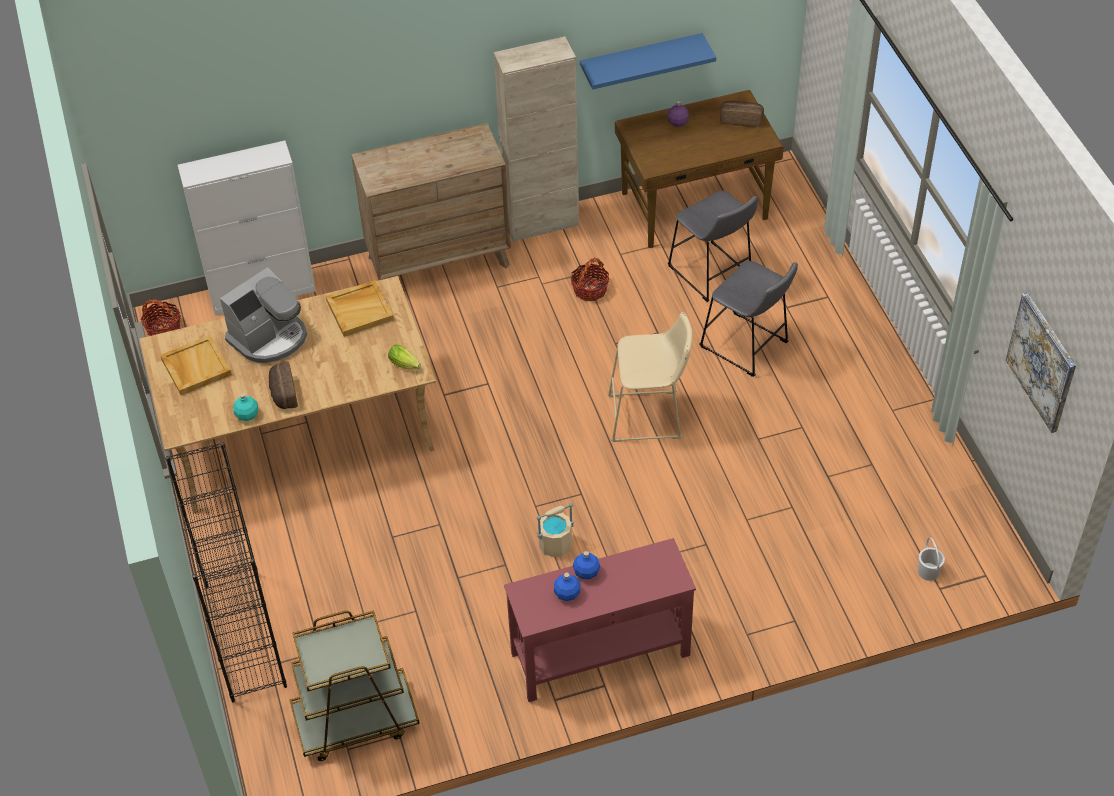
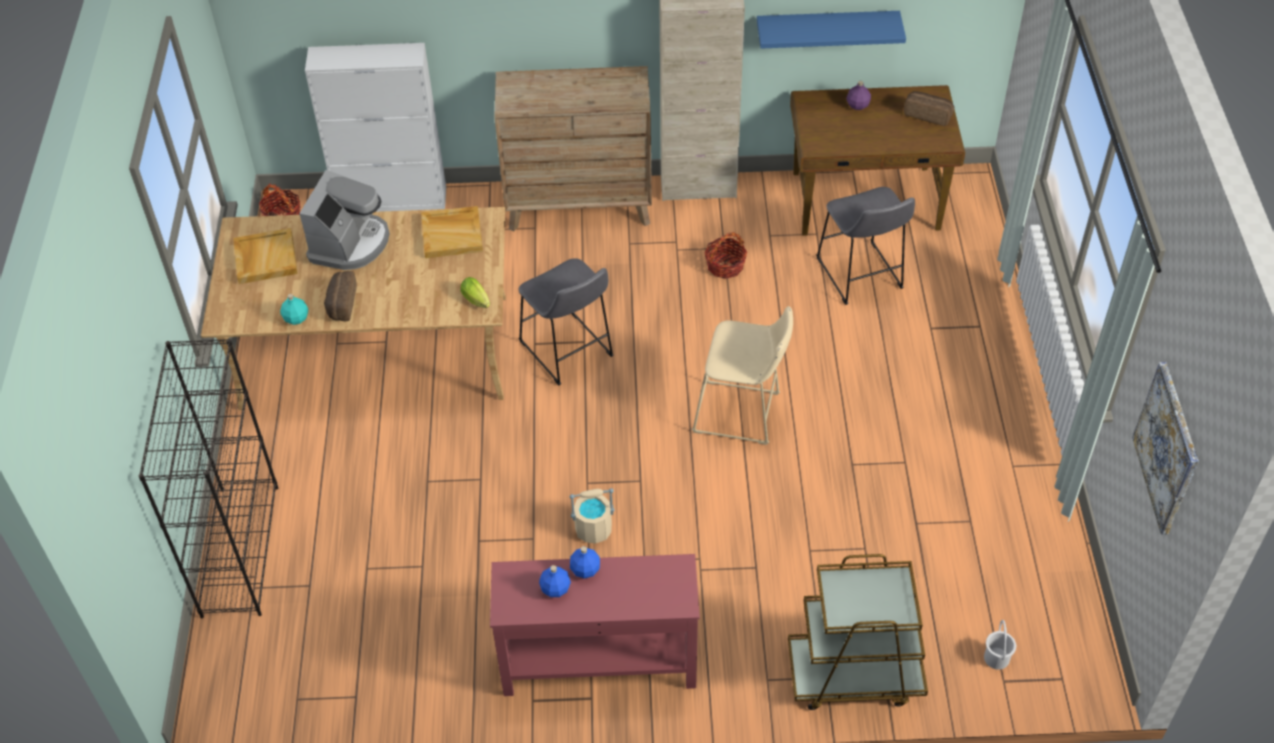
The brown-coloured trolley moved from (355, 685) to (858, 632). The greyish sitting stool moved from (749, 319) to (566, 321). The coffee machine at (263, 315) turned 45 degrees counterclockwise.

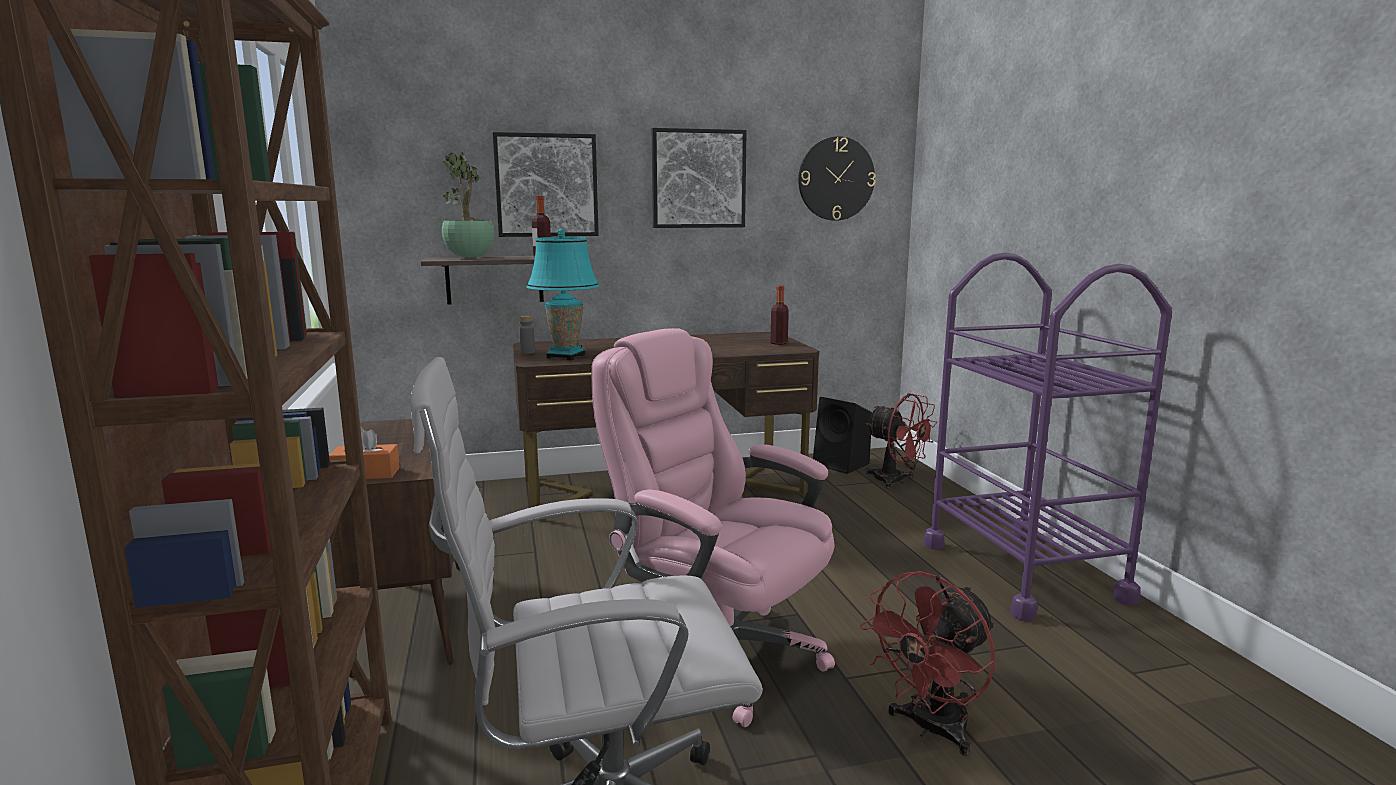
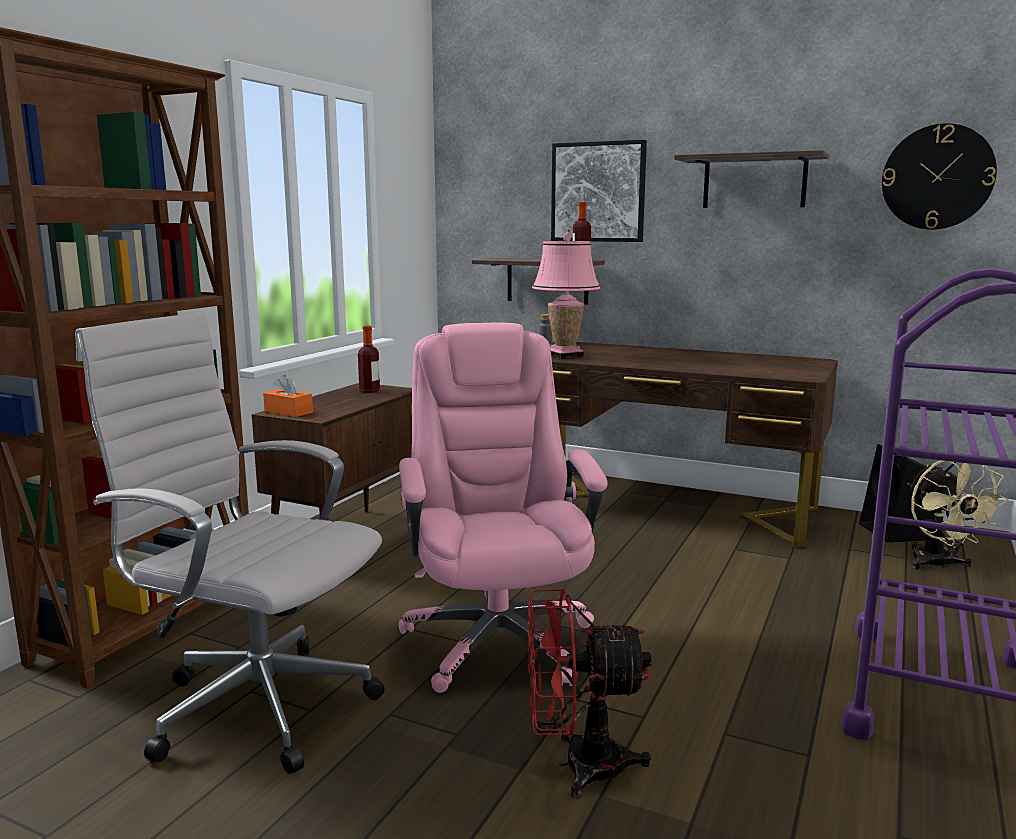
The houseplant at (468, 205) disappeared. The bottle moved from (779, 315) to (369, 359). The wall picture at (699, 178) was replaced by the wall shelf at (751, 179). The blue-green lamp for a table at (563, 294) became the pinkish lamp for a table at (566, 296). The red-coloured fan at (901, 441) became the sand-coloured fan at (958, 515).

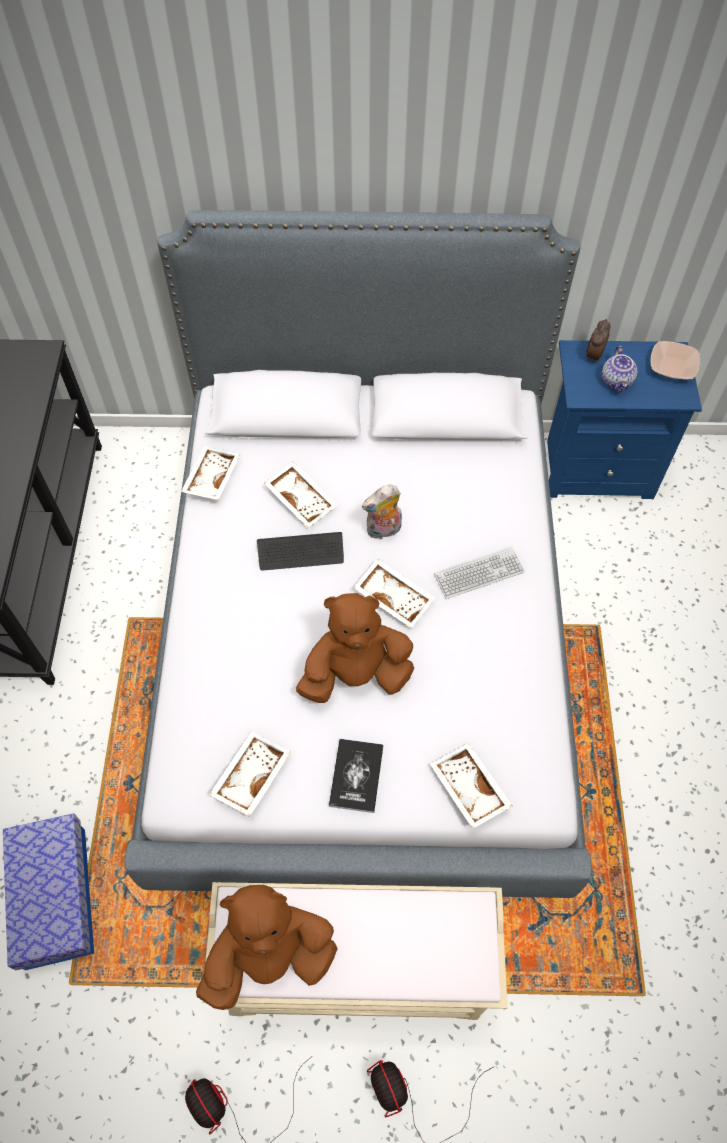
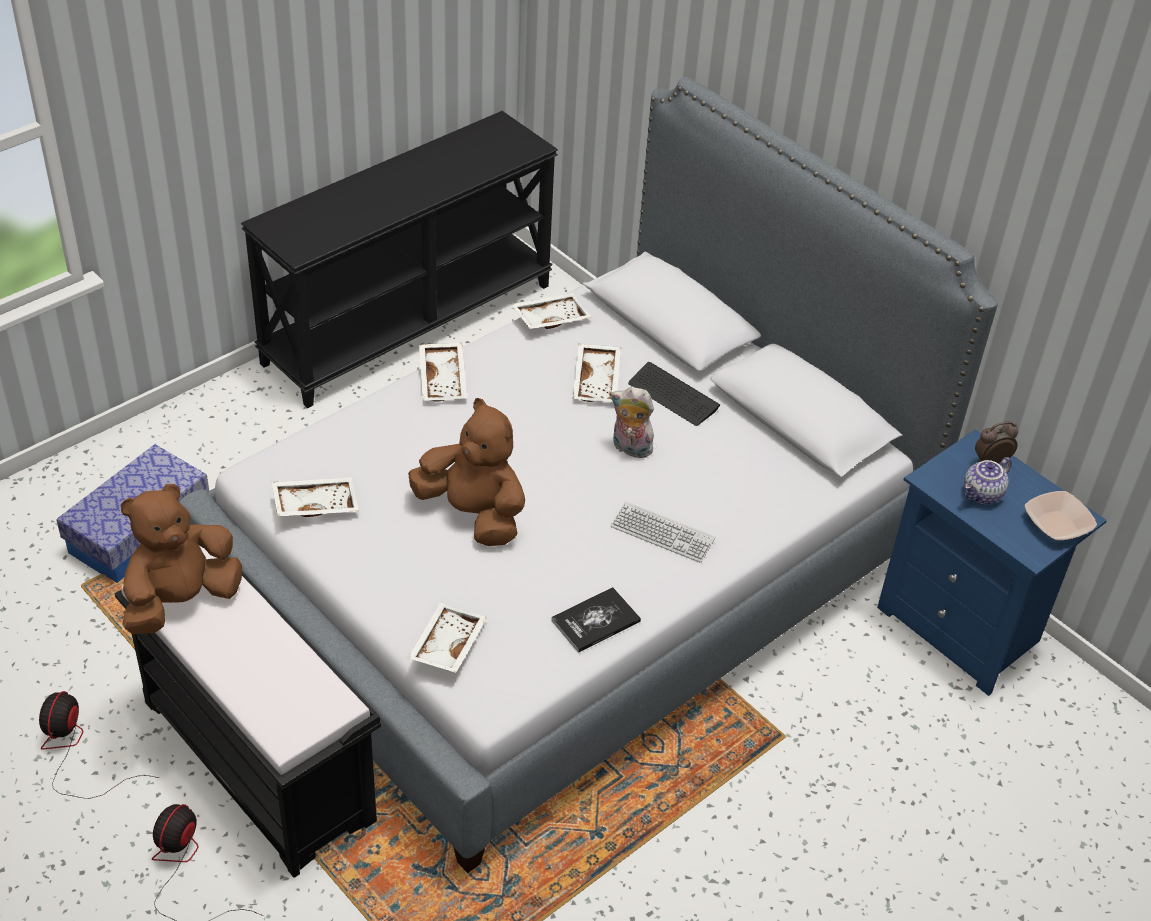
The computer keyboard moved from (300, 551) to (674, 394). The bound book moved from (356, 776) to (596, 620). The white-coloured tray moved from (393, 593) to (443, 372). The sand-coloured bench at (355, 951) became the black-coloured bench at (247, 712). The brown-coloured cuddly toy at (267, 947) turned 75 degrees counterclockwise.

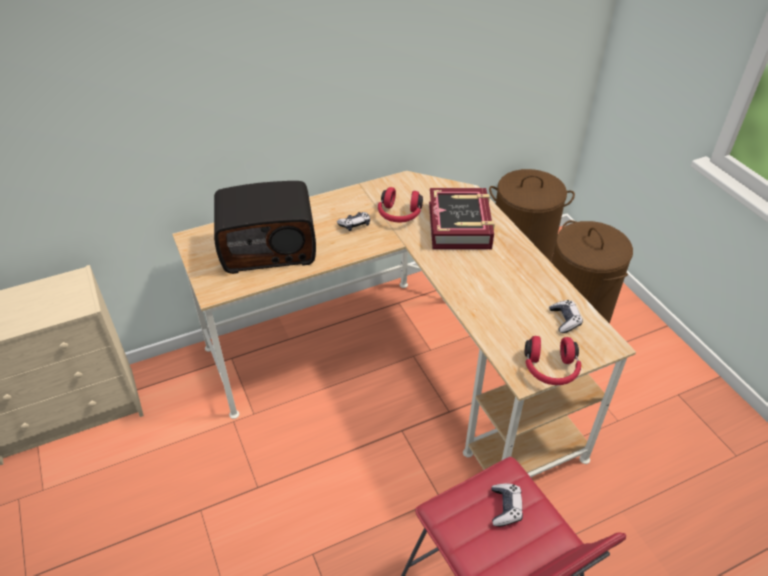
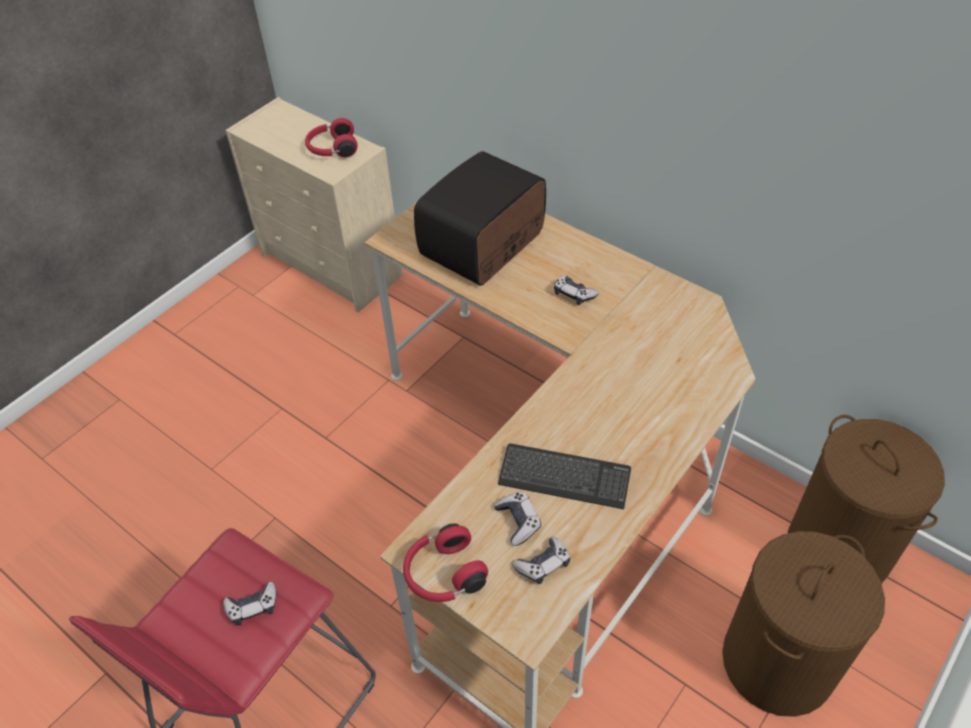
The bound book at (462, 218) disappeared. The joypad at (517, 519) appeared. The computer keyboard at (564, 476) appeared. The red-coloured headset moved from (400, 205) to (331, 137). The radio receiver at (265, 227) turned 75 degrees clockwise.

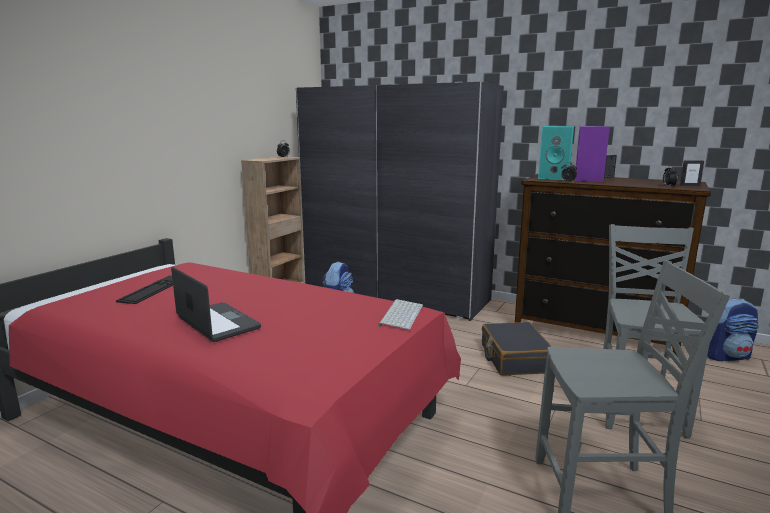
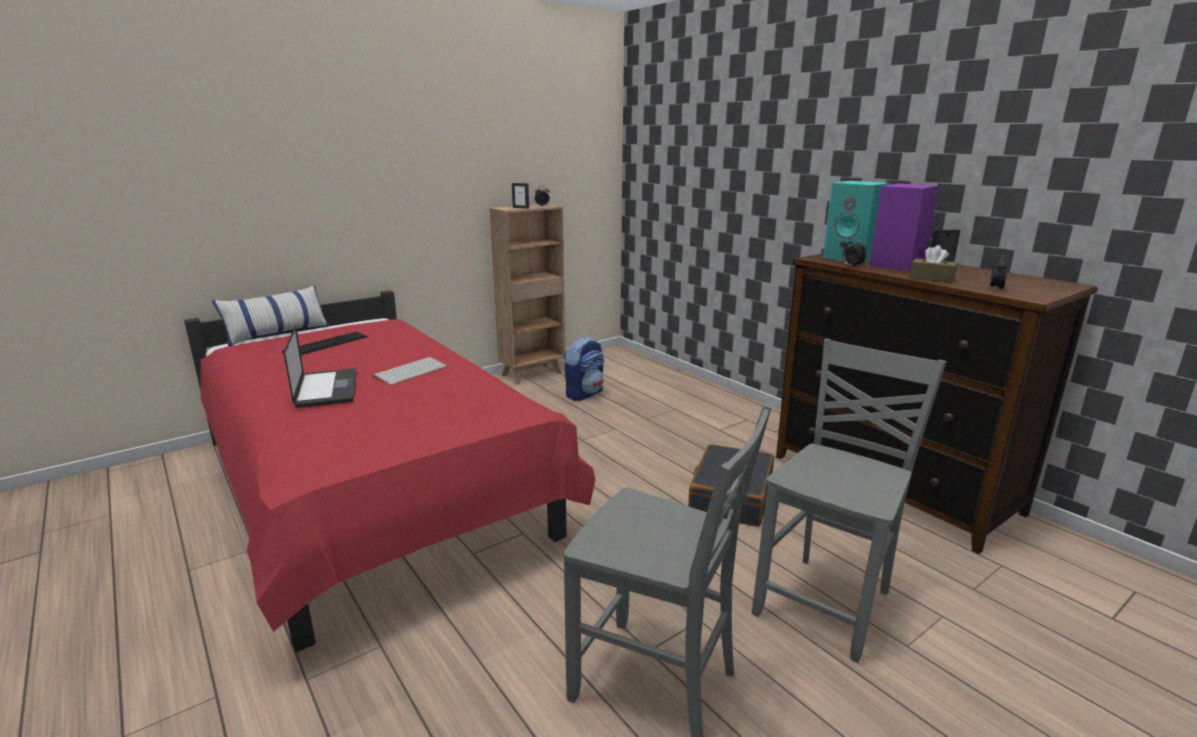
The greyish armoire at (400, 201) disappeared. The rucksack at (733, 329) disappeared. The throw pillow at (271, 315) appeared. The brown-coloured tissue box at (933, 264) appeared. The computer keyboard moved from (400, 314) to (409, 371). The standing frame moved from (692, 173) to (520, 196).

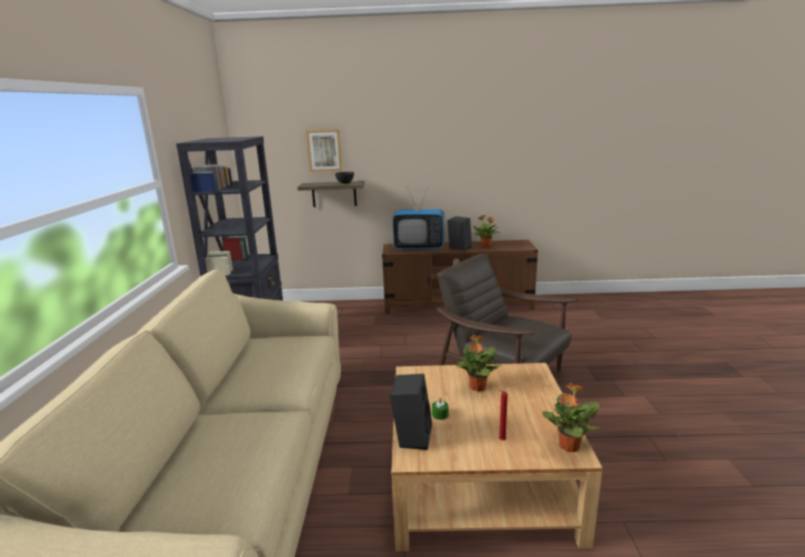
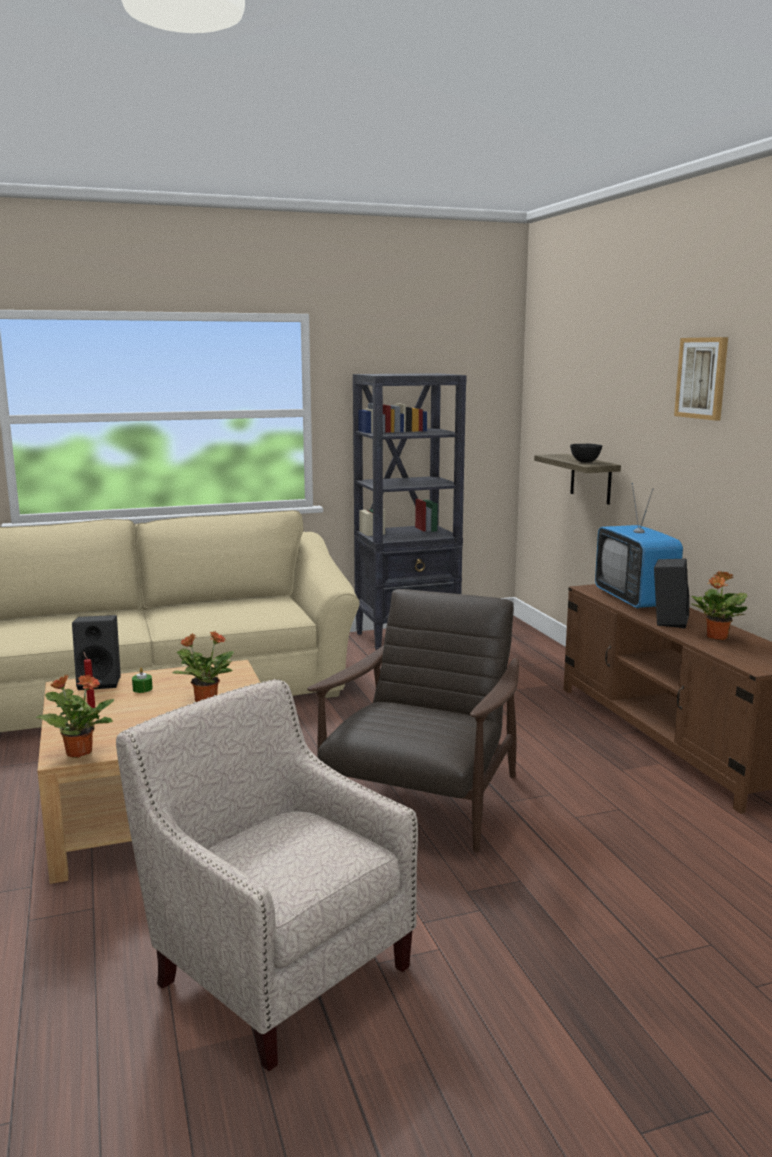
The sand-coloured armchair at (267, 875) appeared. The wall picture moved from (324, 151) to (701, 379).

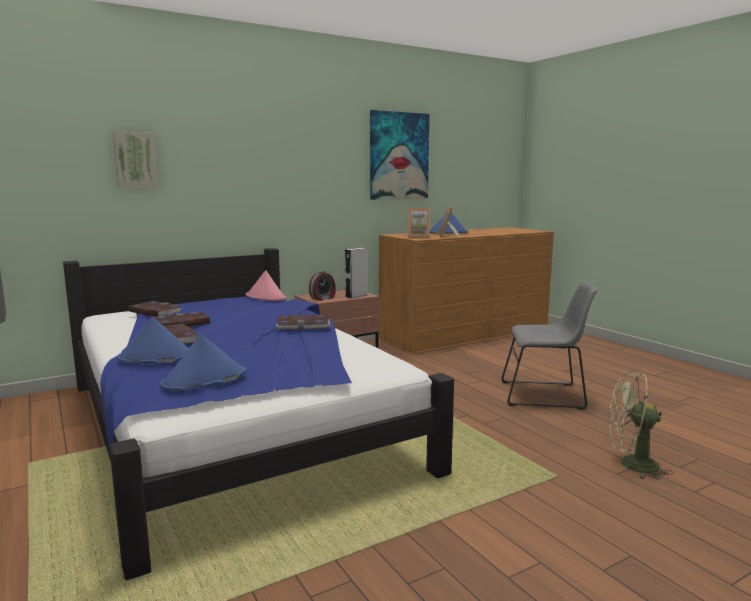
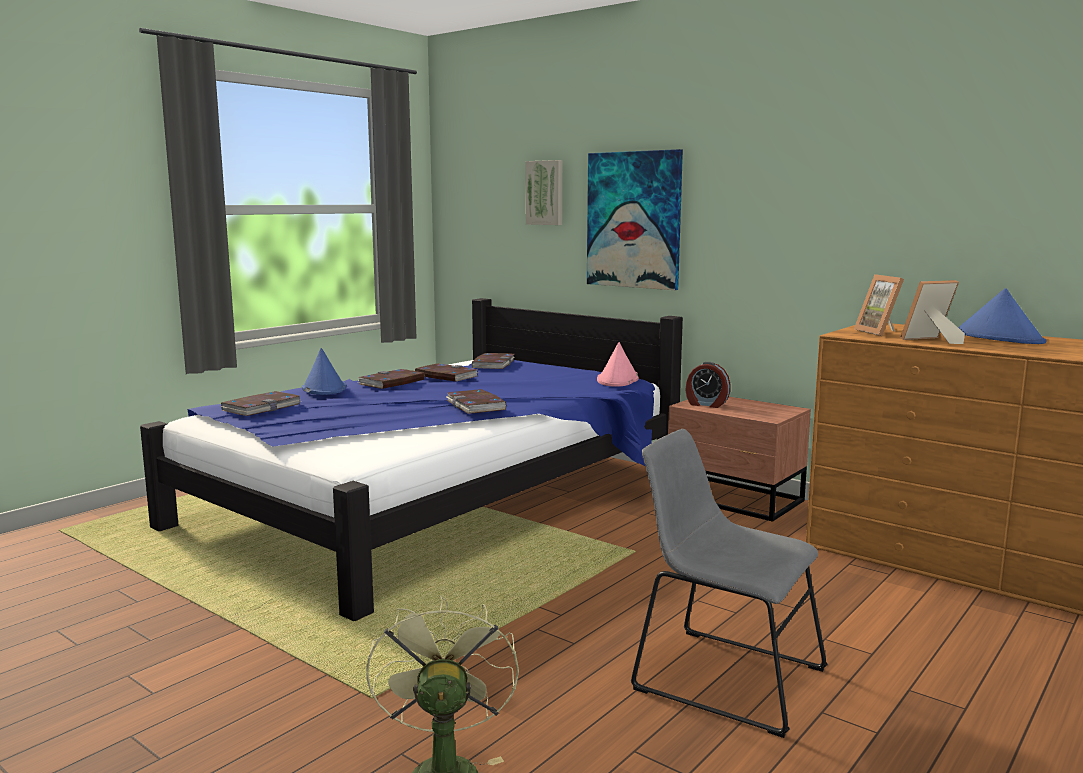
The greyish loudspeaker at (356, 273) disappeared. The wall picture moved from (400, 155) to (635, 219). The blue-coloured clothing hat at (203, 362) was replaced by the bound book at (260, 403). The greyish chair at (549, 345) turned 135 degrees clockwise.

